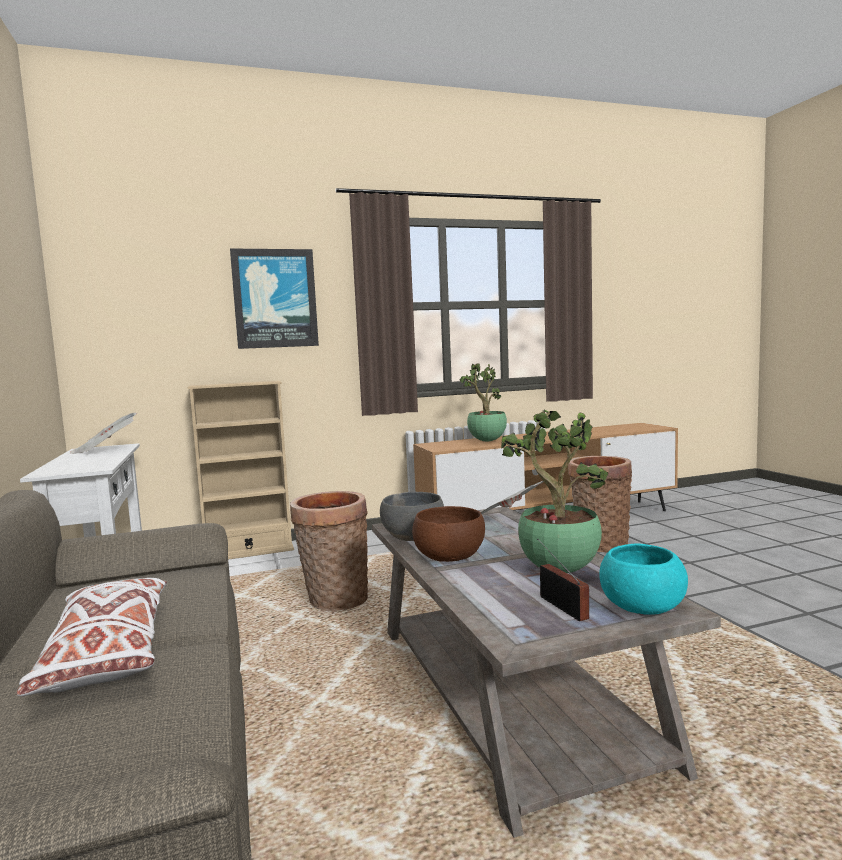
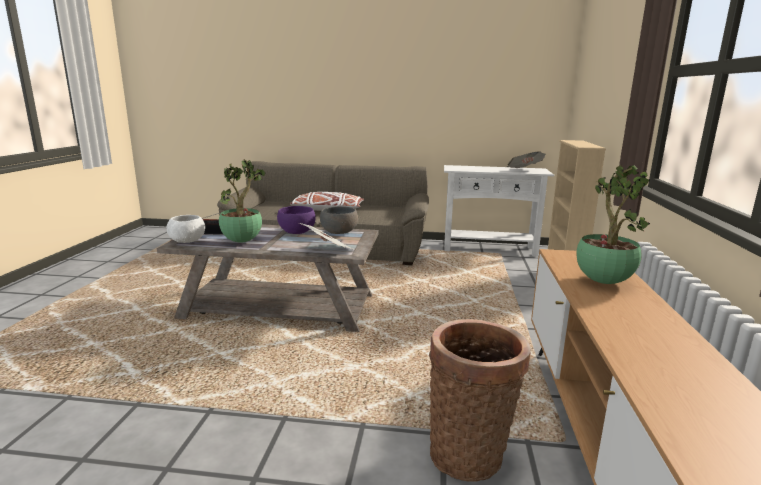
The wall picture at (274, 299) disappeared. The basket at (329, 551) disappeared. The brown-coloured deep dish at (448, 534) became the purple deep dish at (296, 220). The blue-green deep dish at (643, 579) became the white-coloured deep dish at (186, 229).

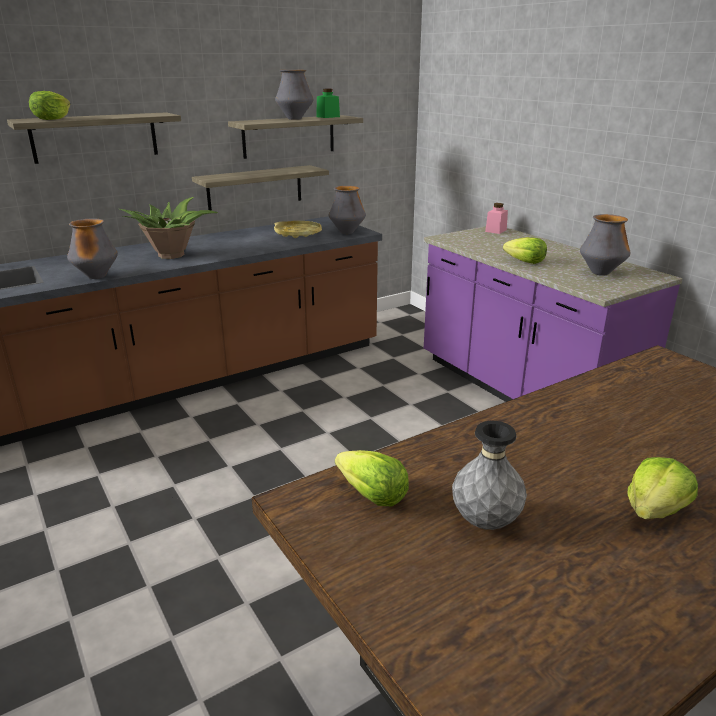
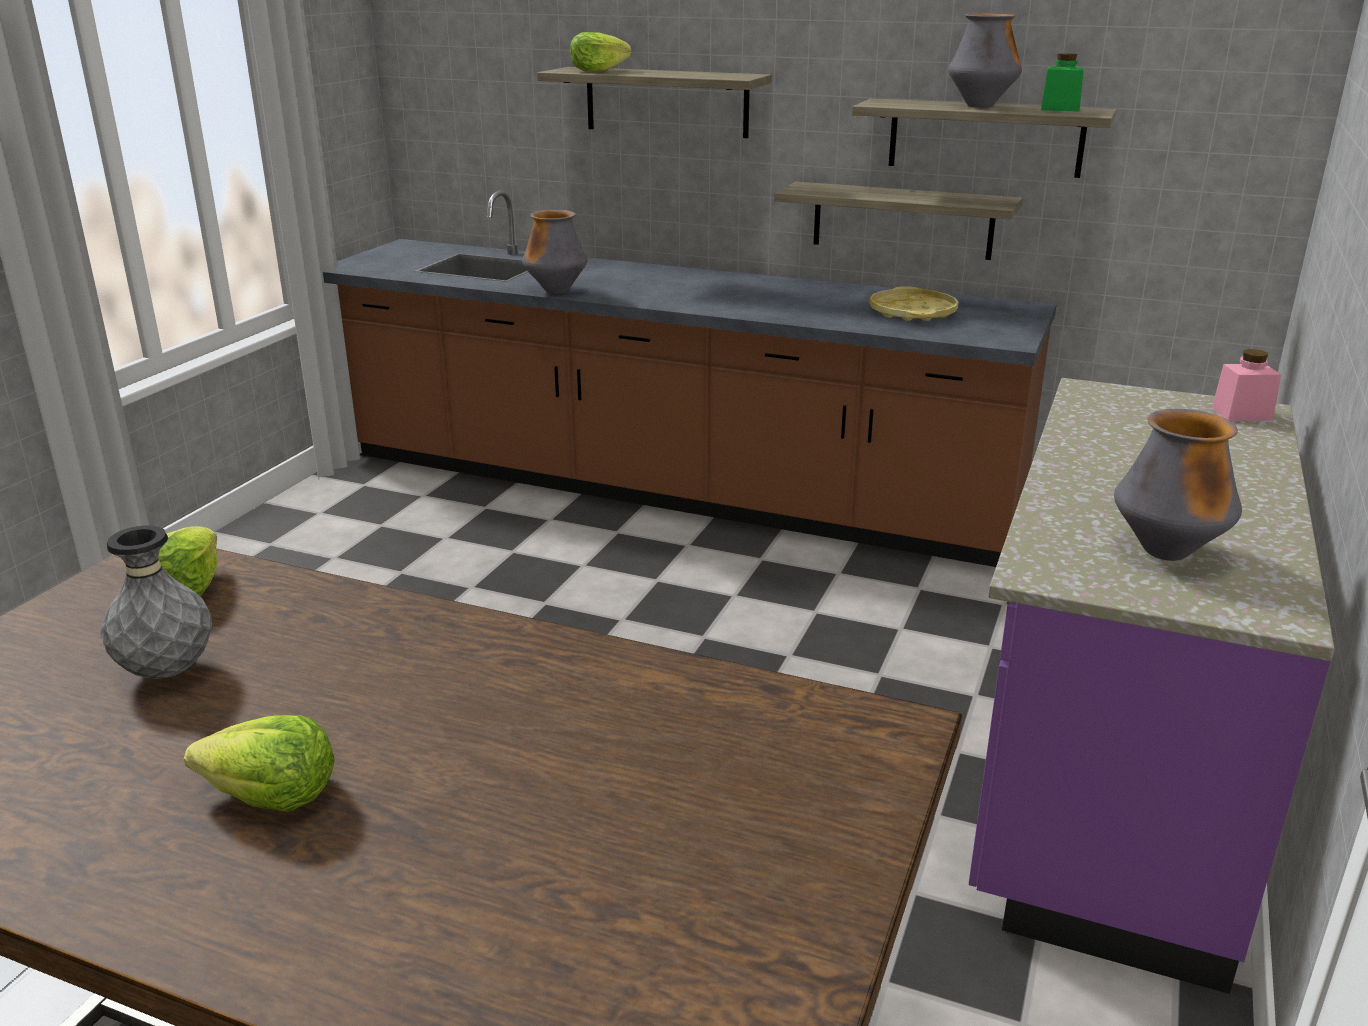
The houseplant at (168, 228) disappeared. The decorative vase at (347, 210) disappeared. The lettuce head at (525, 250) disappeared.

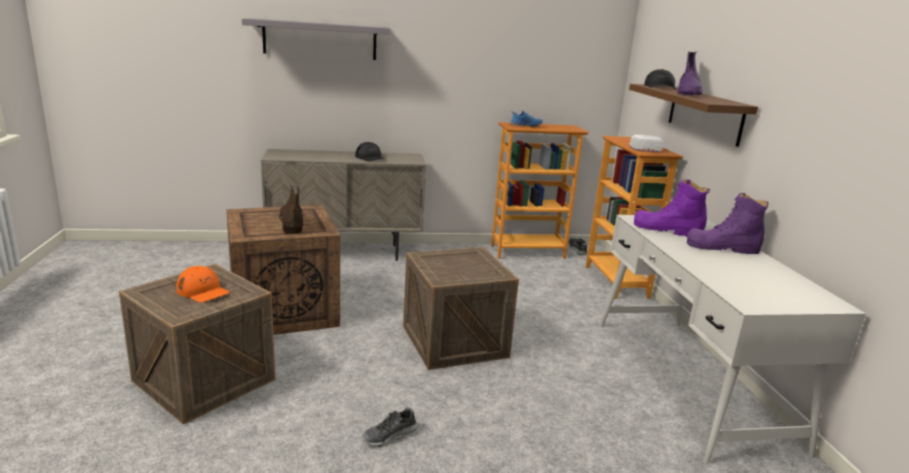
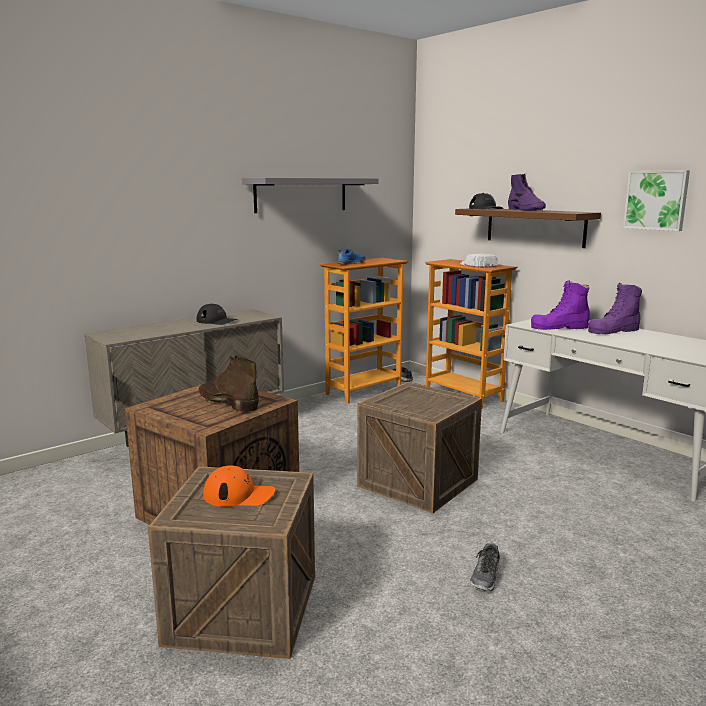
The wall picture at (656, 200) appeared. The greyish wall shelf moved from (316, 39) to (310, 195).

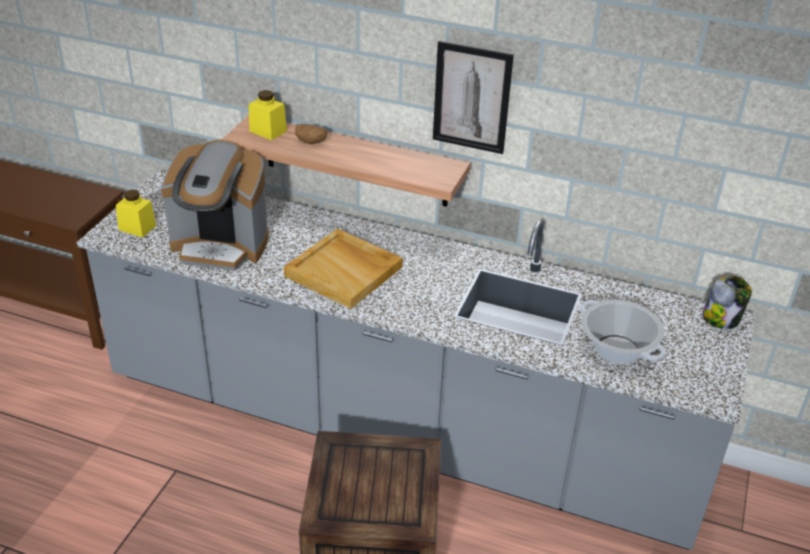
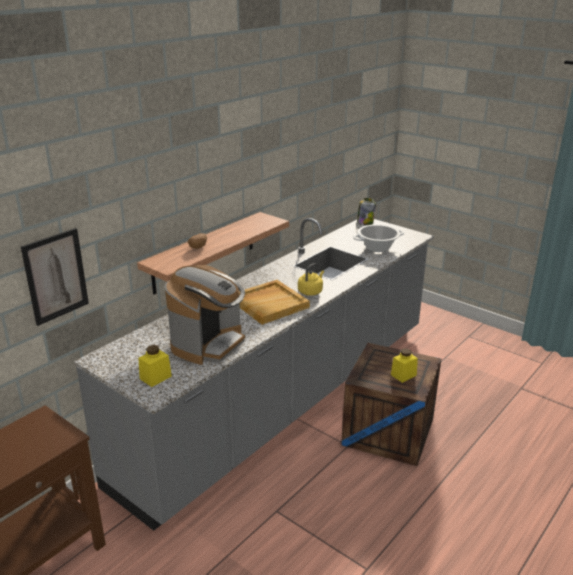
The yellow water kettle at (311, 279) appeared. The yellow jar moved from (268, 115) to (404, 365). The wall picture moved from (473, 97) to (55, 277).

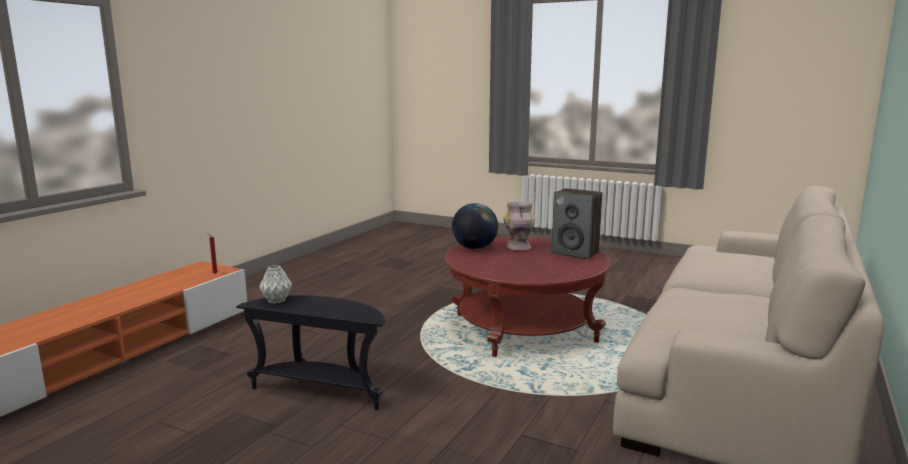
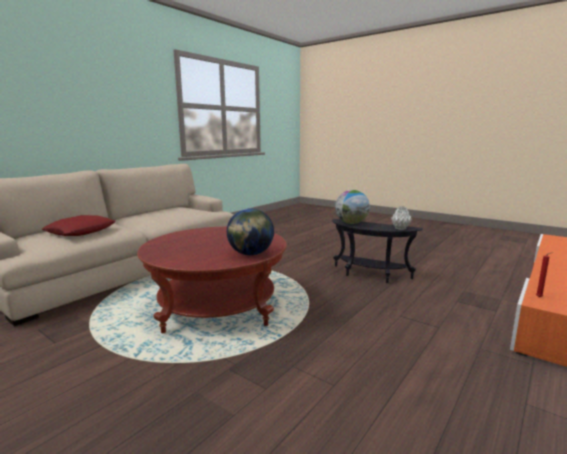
The decorative vase at (519, 226) disappeared. The loudspeaker at (576, 223) disappeared. The red-coloured throw pillow at (78, 225) appeared. The desk globe at (352, 207) appeared.

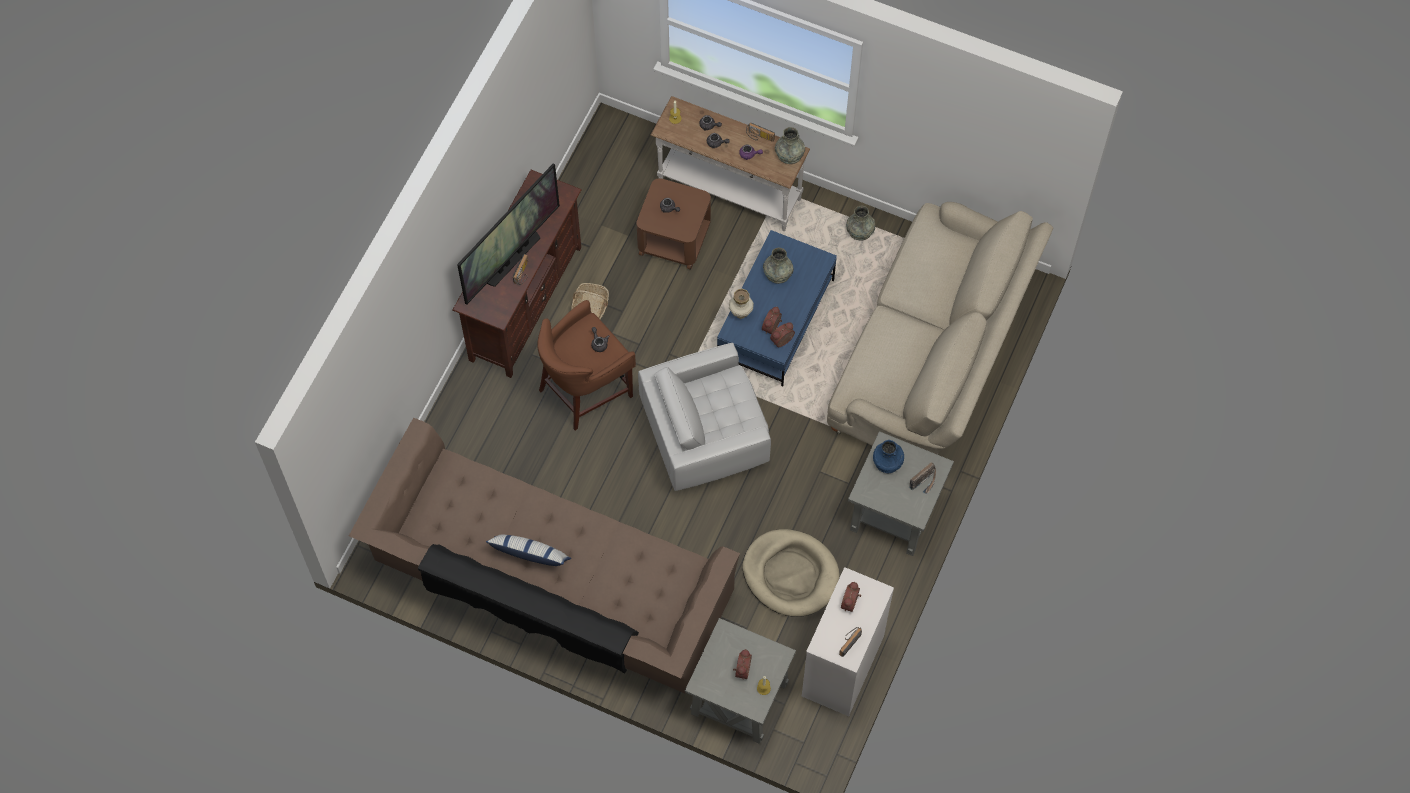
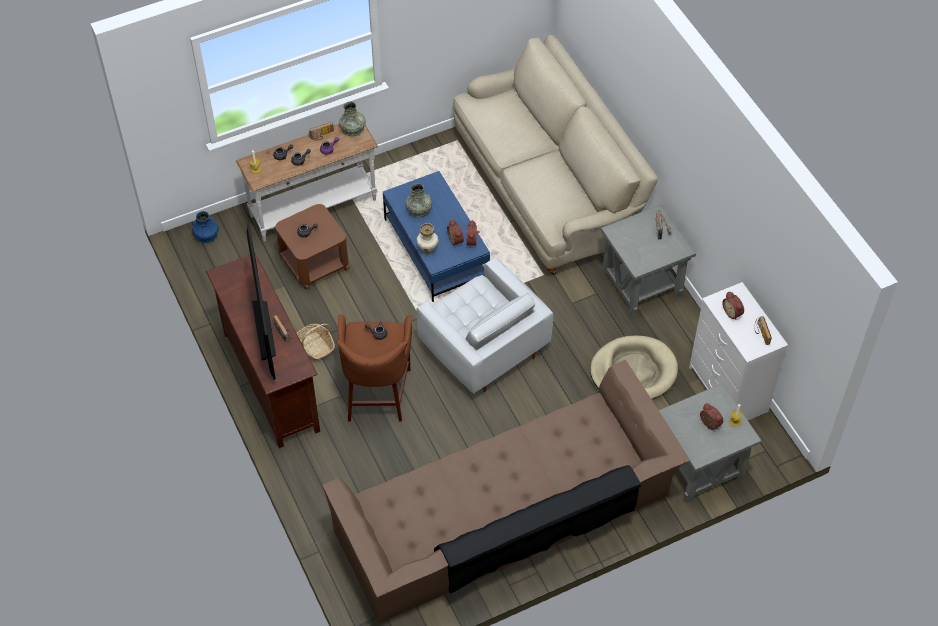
The throw pillow at (528, 550) disappeared. The greyish decorative vase at (860, 223) disappeared. The blue-coloured decorative vase moved from (888, 456) to (205, 227). The white-coloured armchair at (704, 417) turned 60 degrees counterclockwise.

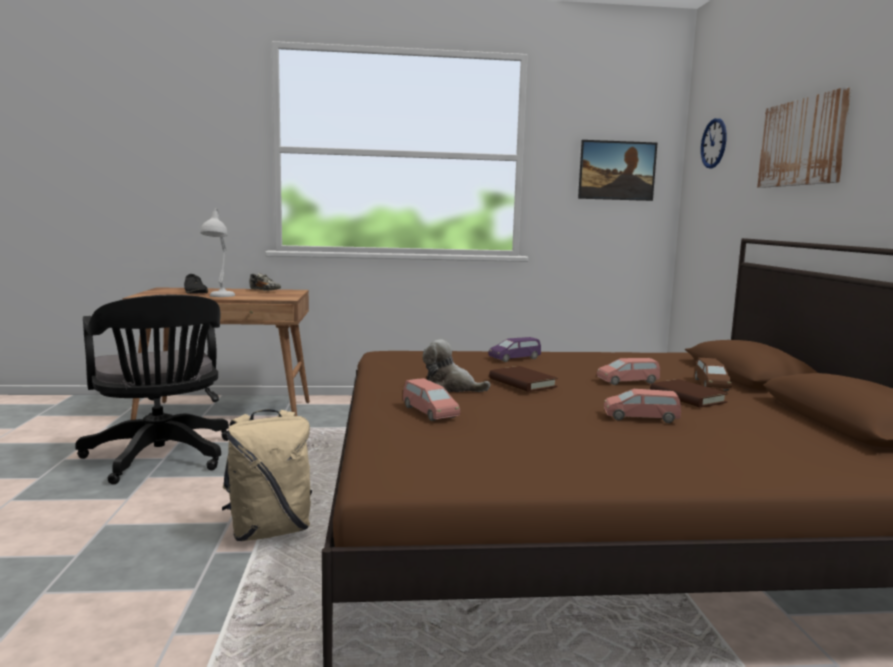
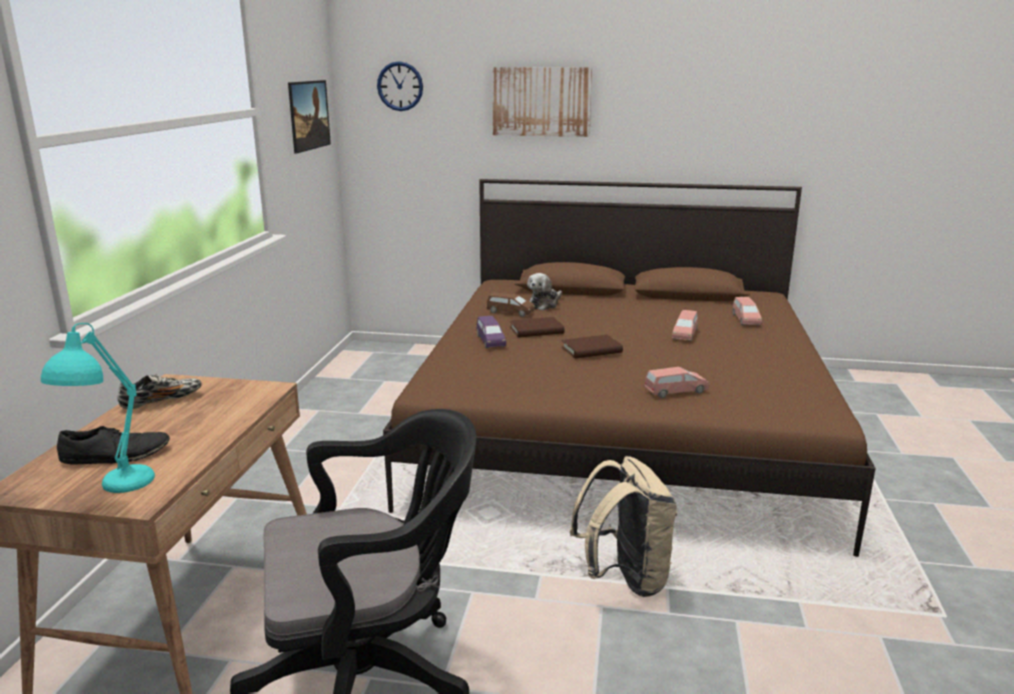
The white-coloured lamp for a table at (217, 252) disappeared. The blue-green lamp for a table at (98, 408) appeared. The cuddly toy moved from (456, 365) to (544, 291). The pinkish model car moved from (628, 371) to (747, 311). The brown-coloured bound book moved from (689, 393) to (537, 327). The brown-coloured model car moved from (713, 374) to (511, 304).

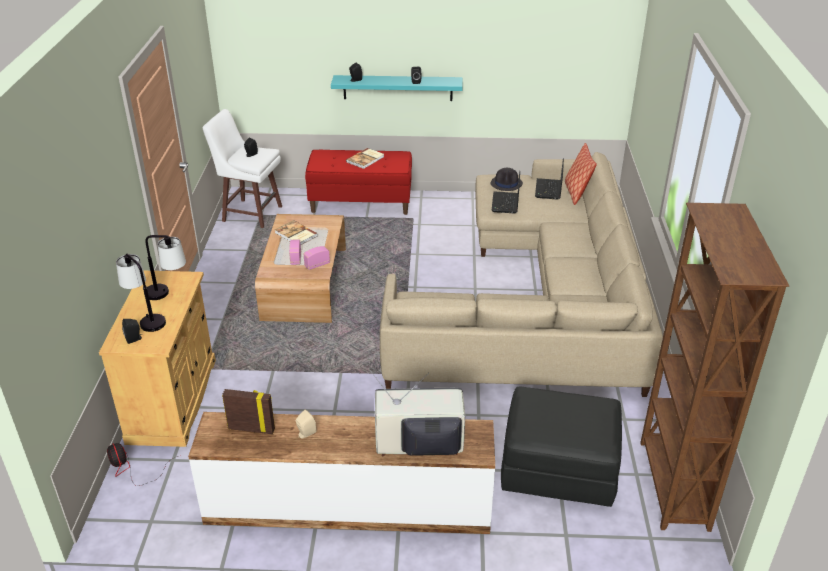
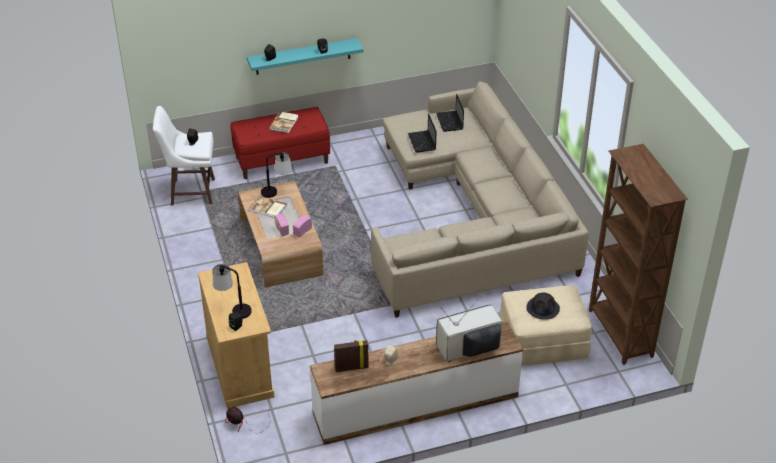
The throw pillow at (581, 174) disappeared. The lamp for a table moved from (165, 267) to (276, 175). The black-coloured clothing hat moved from (506, 179) to (543, 306). The black-coloured footrest at (561, 447) became the sand-coloured footrest at (545, 325).

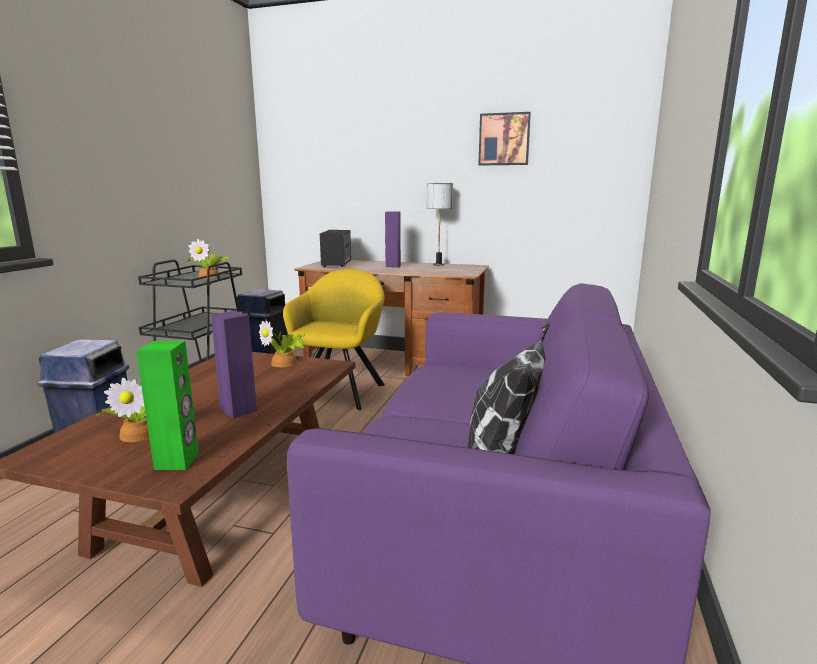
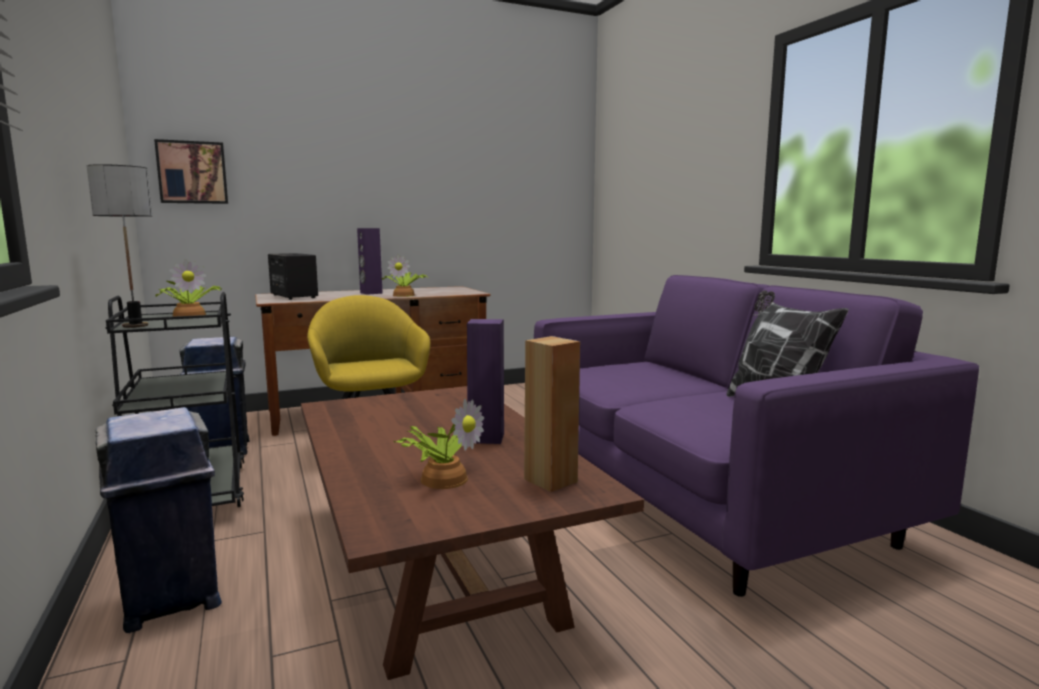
The houseplant moved from (283, 343) to (404, 275). The lamp for a table moved from (440, 224) to (119, 246). The wall picture moved from (504, 139) to (191, 171). The green loudspeaker at (167, 405) became the brown-coloured loudspeaker at (552, 414).

